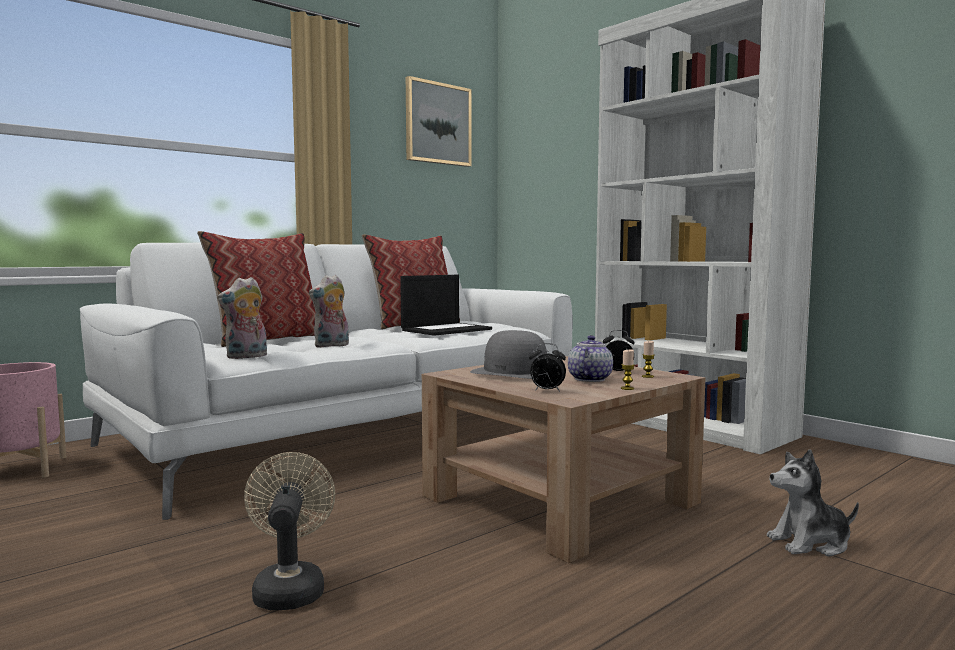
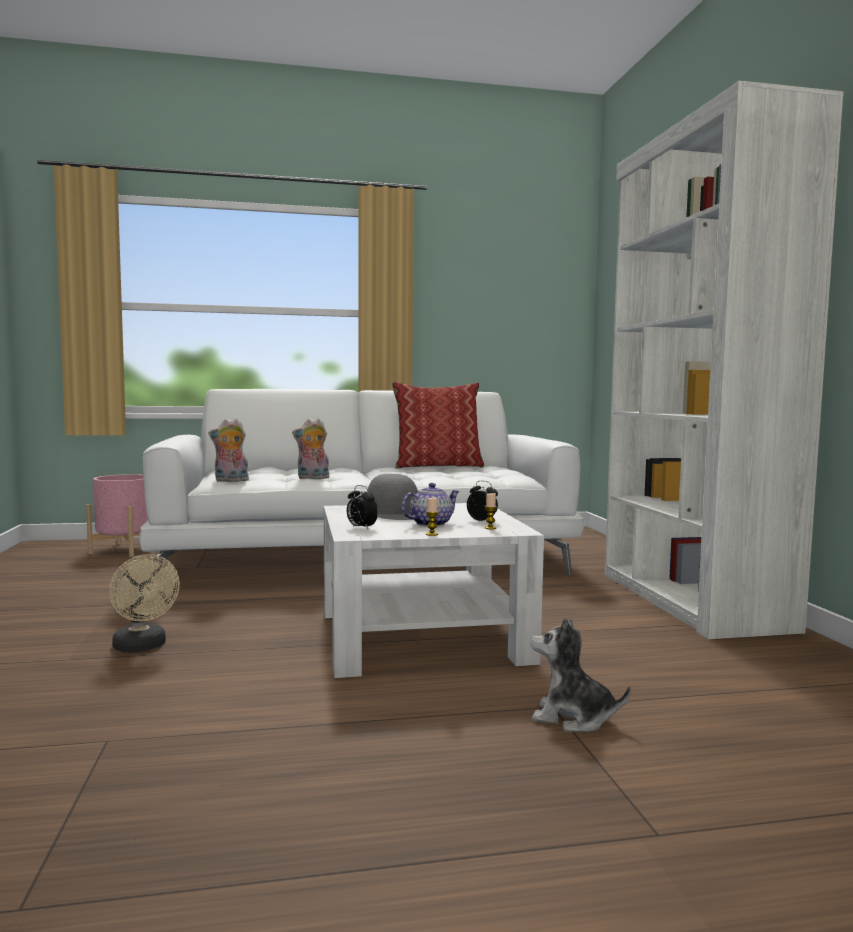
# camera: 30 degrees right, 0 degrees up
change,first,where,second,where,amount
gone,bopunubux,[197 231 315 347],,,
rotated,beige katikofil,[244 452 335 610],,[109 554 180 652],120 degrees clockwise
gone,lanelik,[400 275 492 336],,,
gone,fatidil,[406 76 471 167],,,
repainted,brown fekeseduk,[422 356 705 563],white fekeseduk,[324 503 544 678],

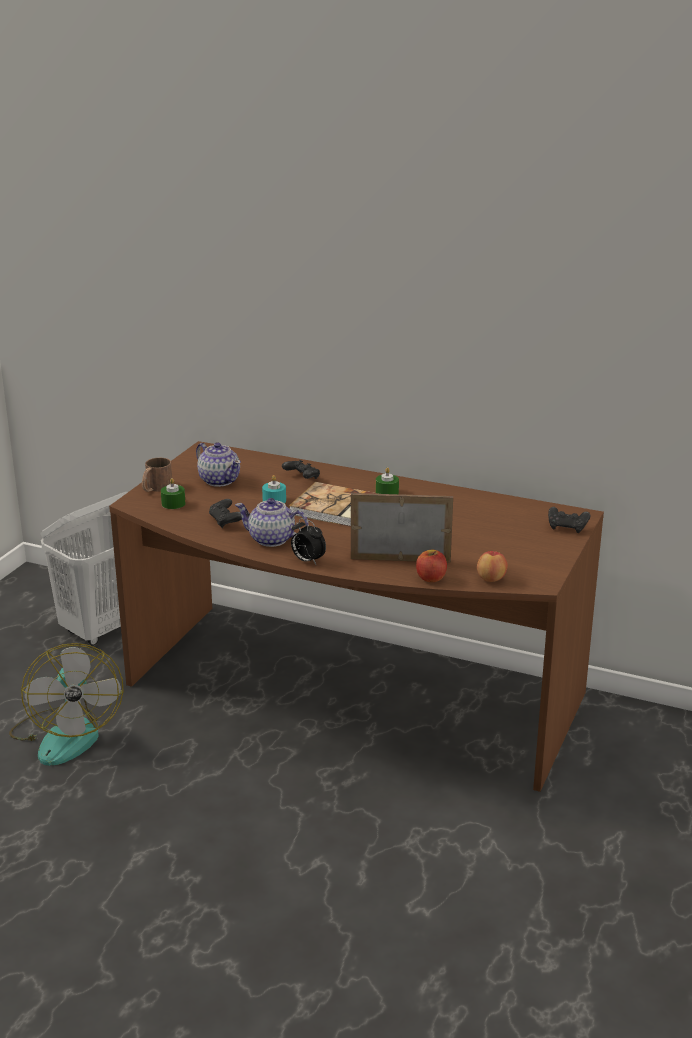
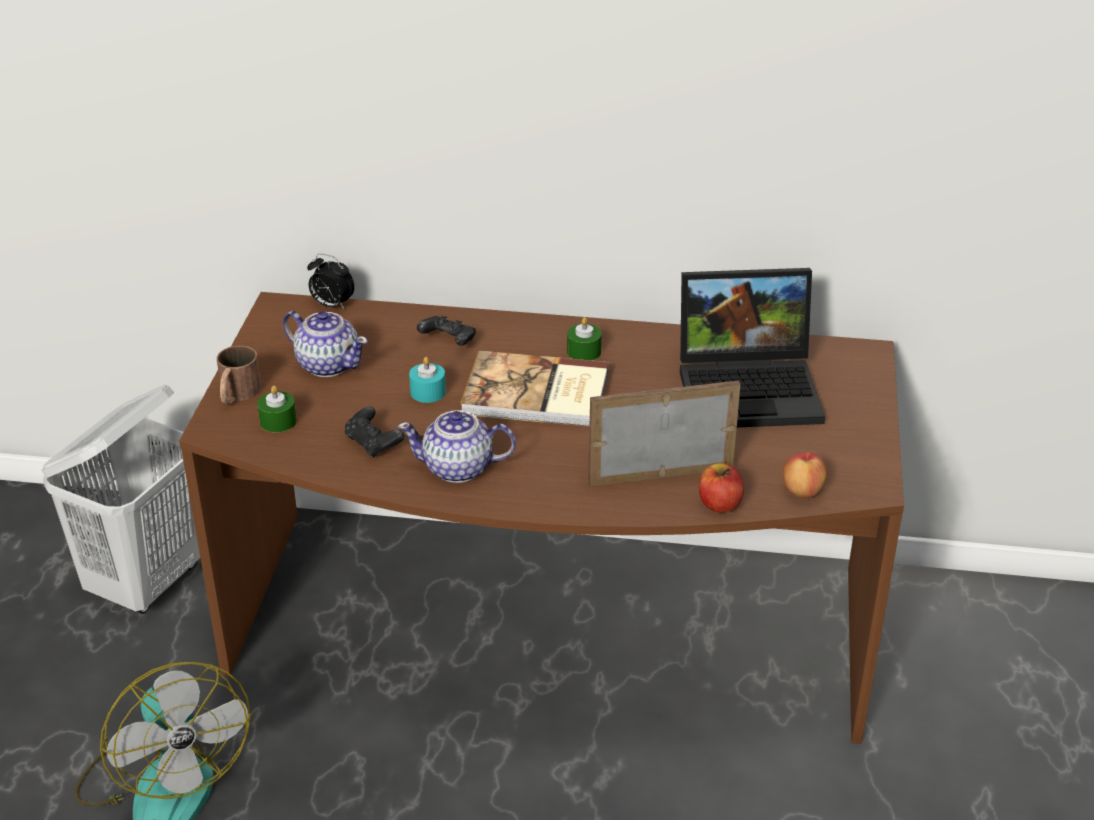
# camera: 15 degrees left, 10 degrees up
change,first,where,second,where,amount
shifted,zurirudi,[291 518 326 564],,[307 254 355 310],
gone,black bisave,[548 507 590 533],,,
new,,,lanelik,[680 268 825 427],

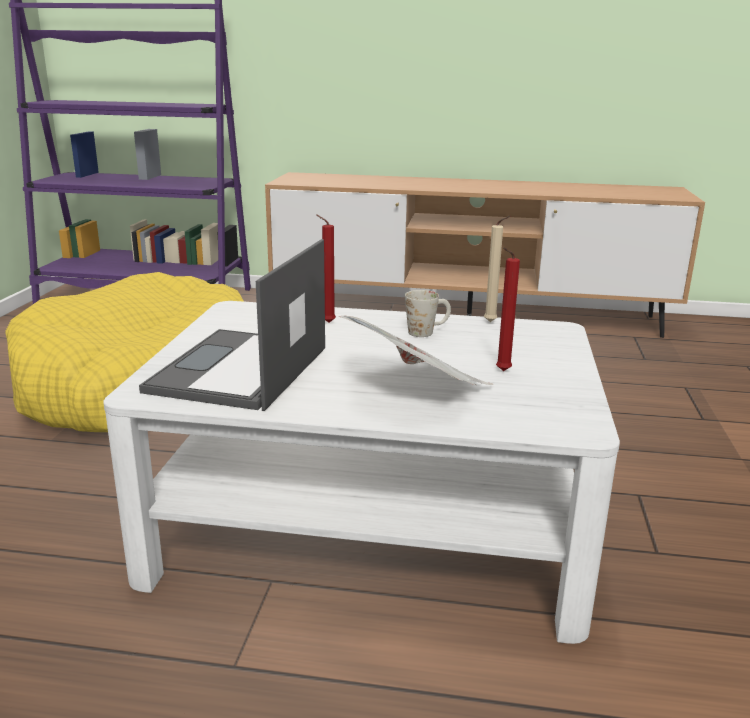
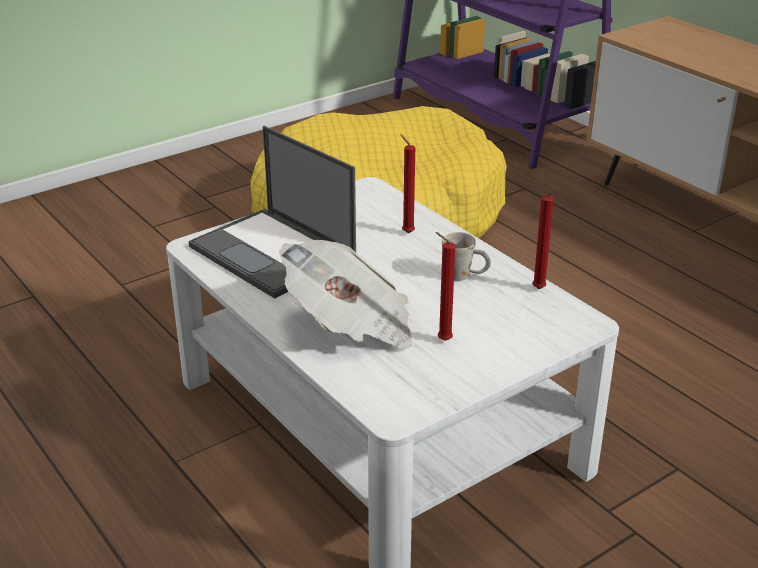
# camera: 45 degrees right, 10 degrees up
change,first,where,second,where,amount
rotated,lanelik,[139 239 325 411],,[188 126 356 299],105 degrees counterclockwise
repainted,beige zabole,[484 216 510 322],red zabole,[532 191 556 289],

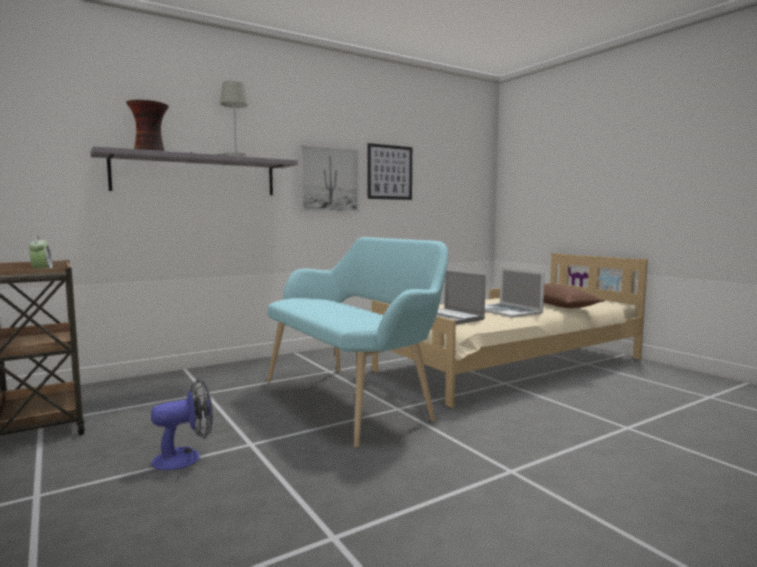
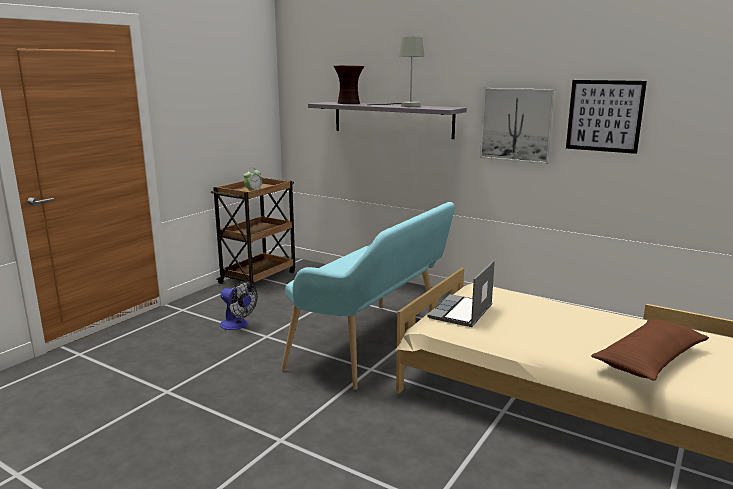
# camera: 65 degrees right, 10 degrees up
change,first,where,second,where,amount
gone,lanelik,[485 268 545 318],,,

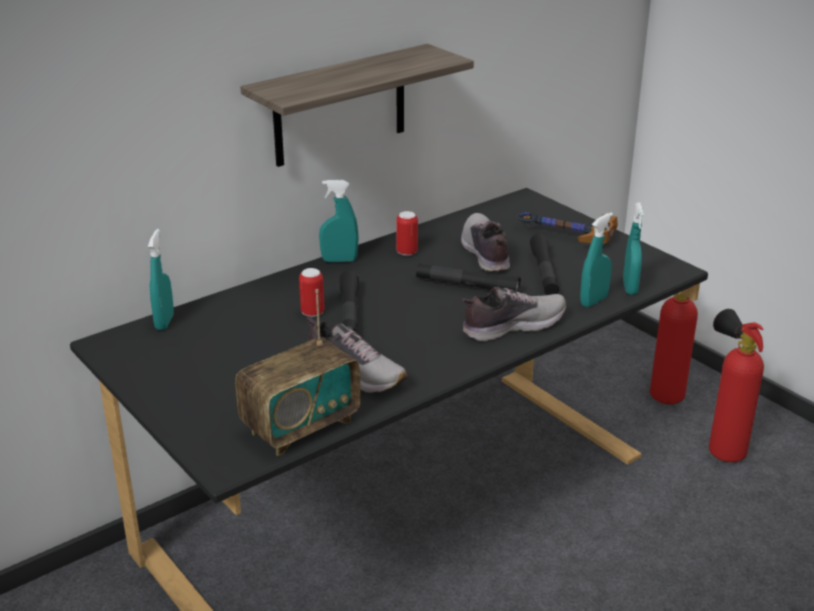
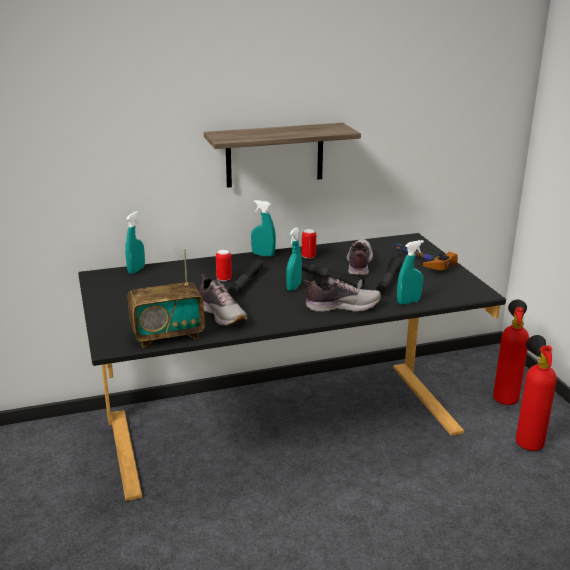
# camera: 20 degrees right, 5 degrees down
change,first,where,second,where,amount
shifted,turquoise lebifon,[623 203 644 295],,[286 227 302 291],

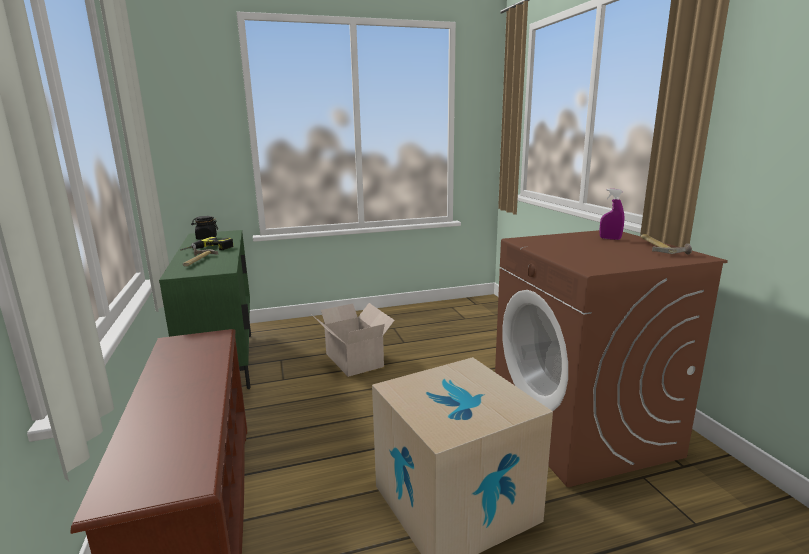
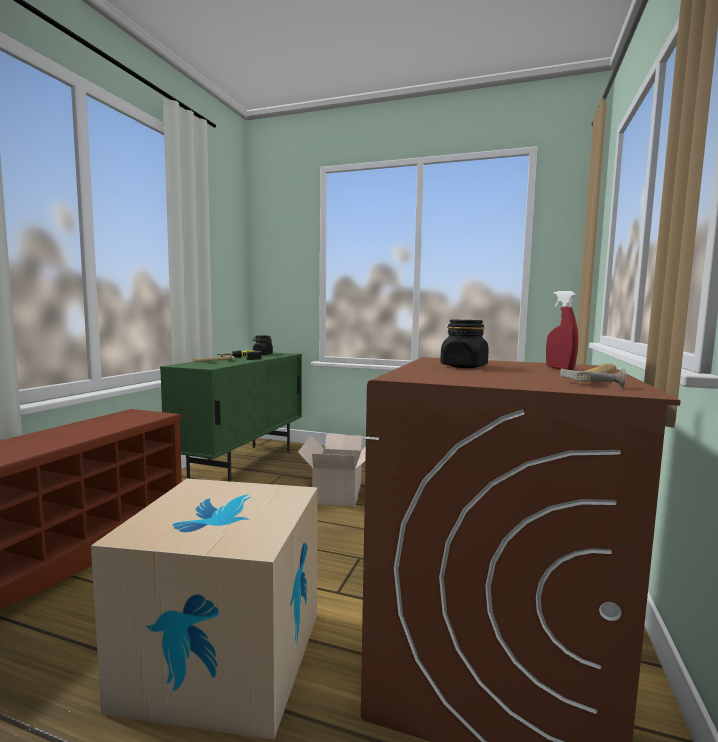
# camera: 35 degrees right, 10 degrees down
change,first,where,second,where,amount
repainted,purple lebifon,[599 189 624 240],red lebifon,[546 291 578 370],
new,,,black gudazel,[440 320 489 368],

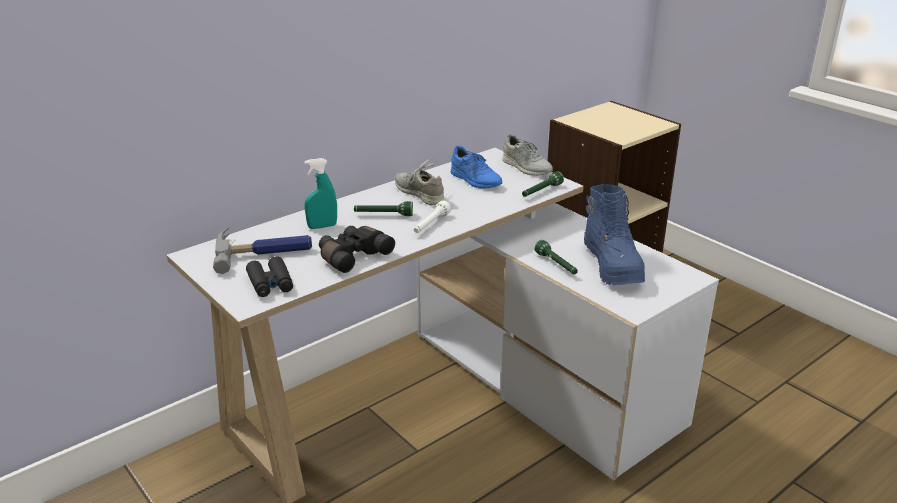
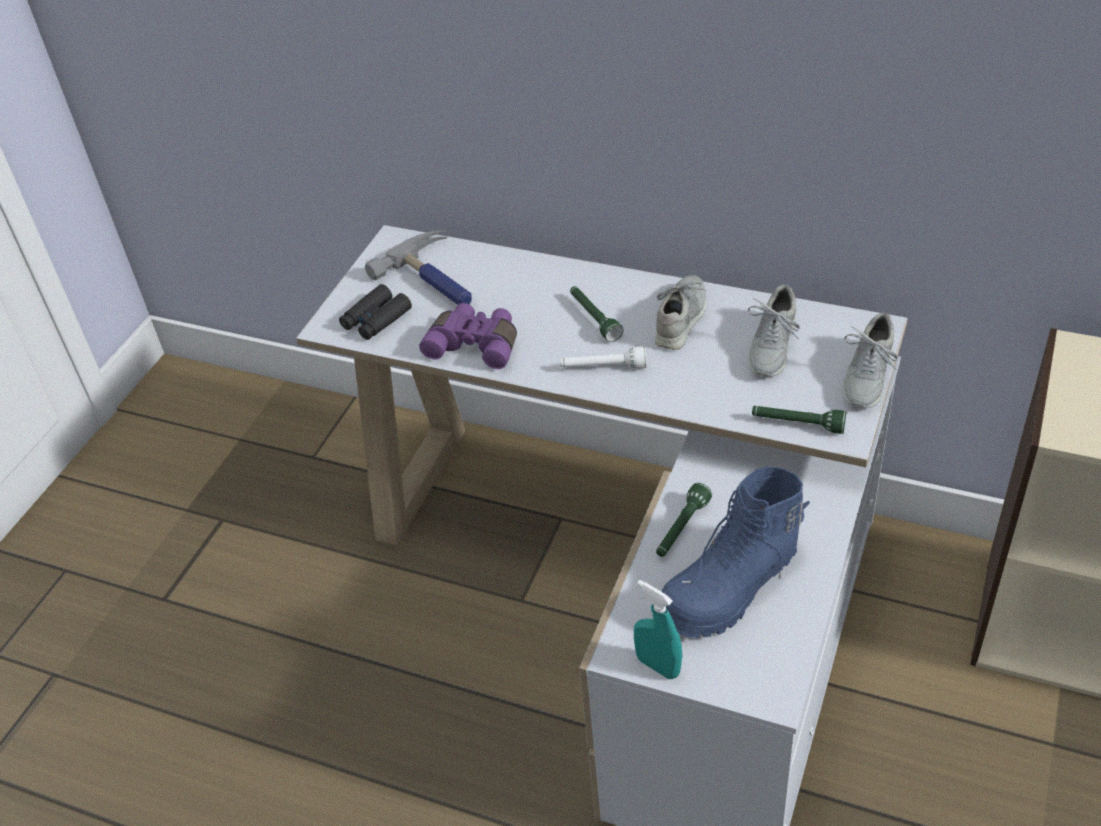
# camera: 65 degrees right, 15 degrees up
change,first,where,second,where,amount
shifted,turquoise lebifon,[304 158 337 229],,[634 580 682 679],
repainted,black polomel,[319 226 395 273],purple polomel,[419 303 517 369],
repainted,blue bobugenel,[451 146 502 189],grey bobugenel,[748 285 800 376],

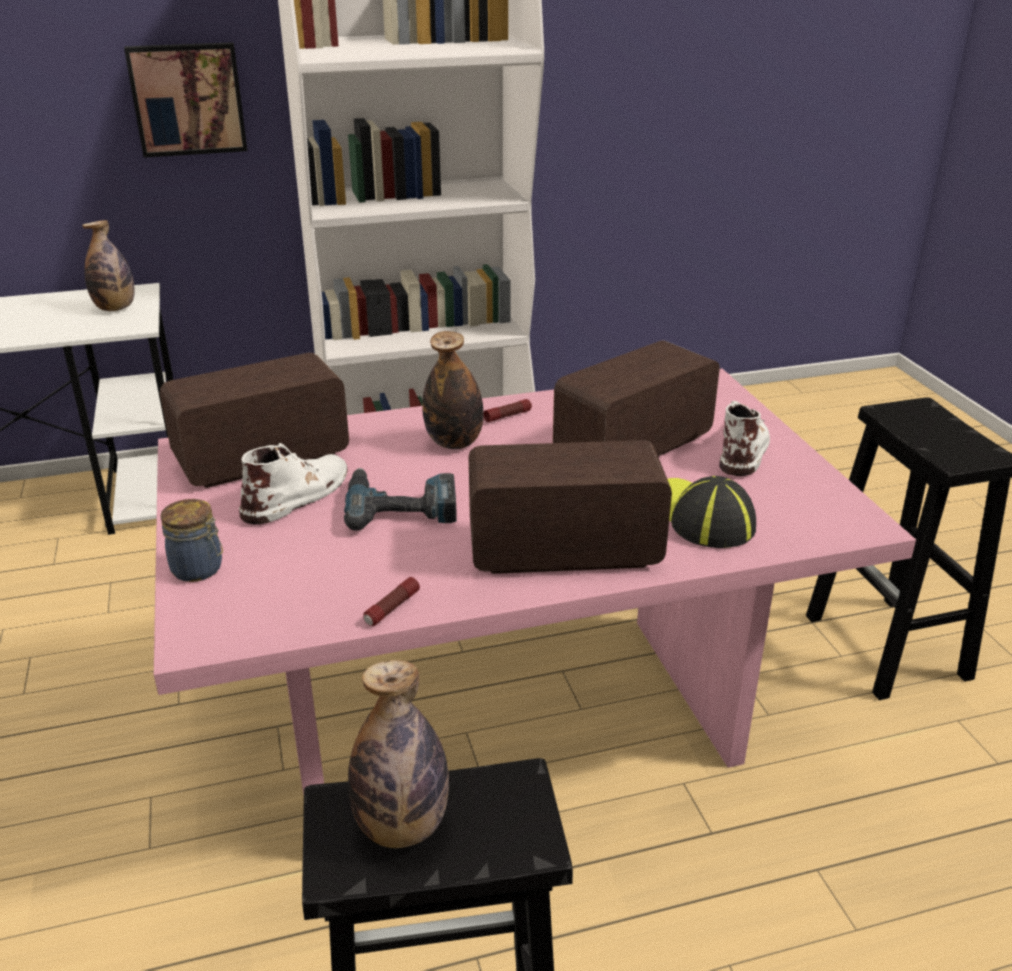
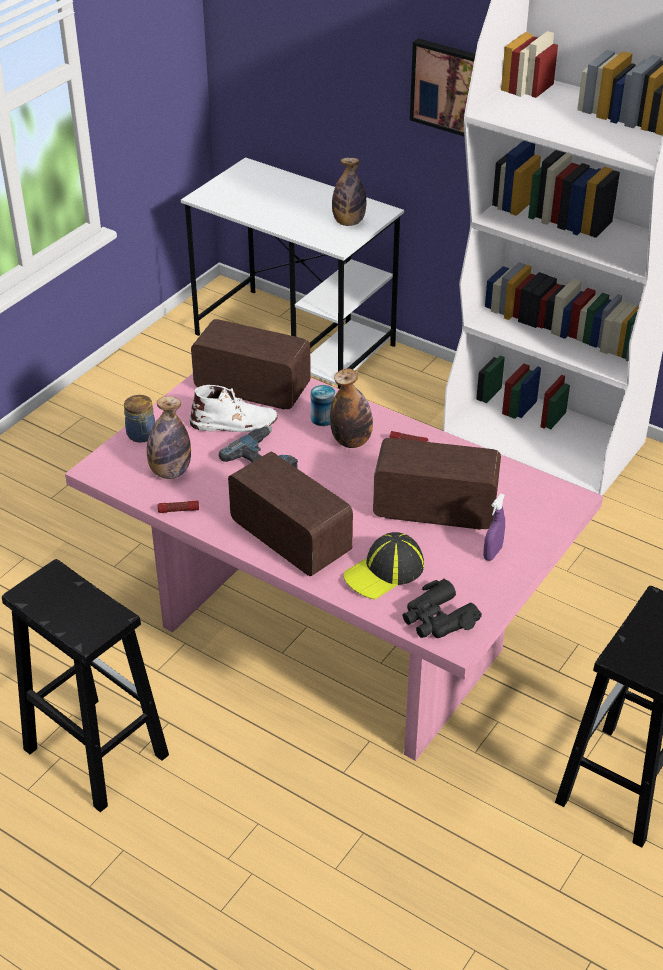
# camera: 50 degrees right, 10 degrees up
change,first,where,second,where,amount
shifted,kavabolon,[348 660 449 848],,[147 396 191 479],
rotated,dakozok,[667 476 756 548],,[343 532 424 600],150 degrees counterclockwise
swapped,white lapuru,[719 401 770 476],purple lebifon,[483 493 505 561],
new,,,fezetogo,[311 385 336 426],
new,,,black polomel,[403 579 482 638],

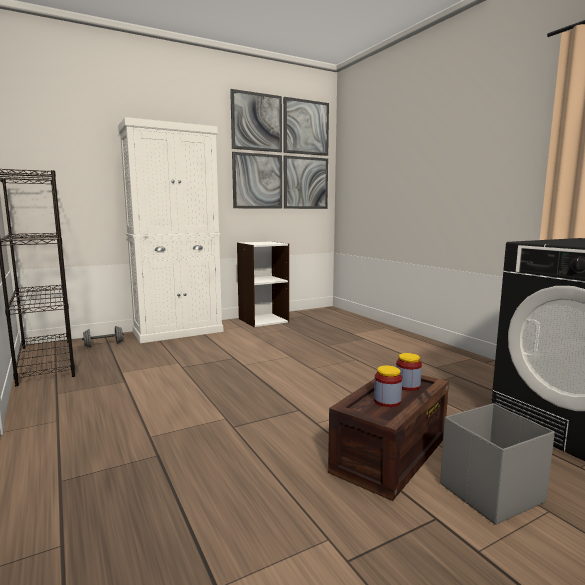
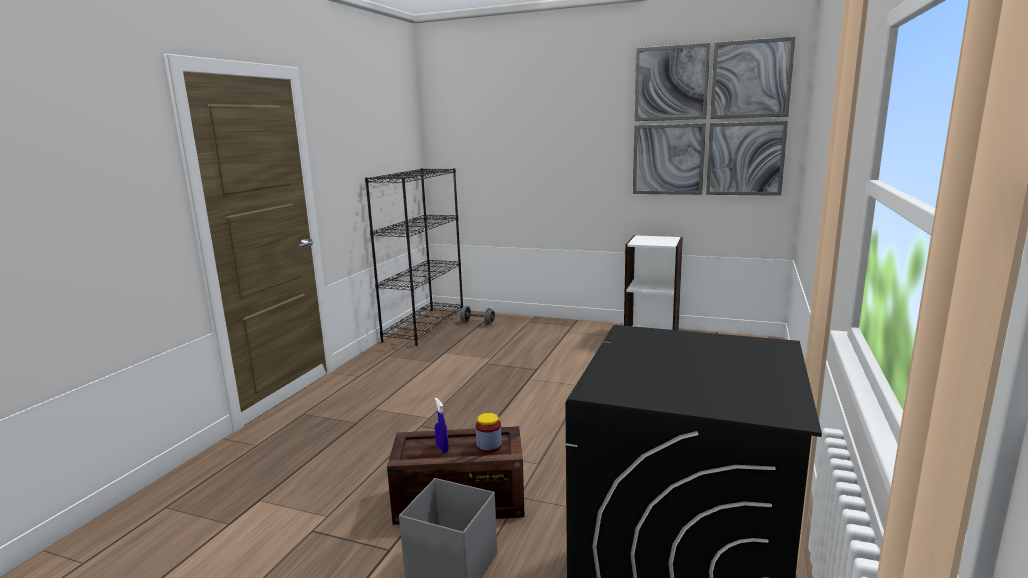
# camera: 50 degrees right, 5 degrees up
change,first,where,second,where,amount
gone,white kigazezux,[118 117 224 343],,,
swapped,gudazel,[374 366 402 407],blue lebifon,[435 398 449 453],

